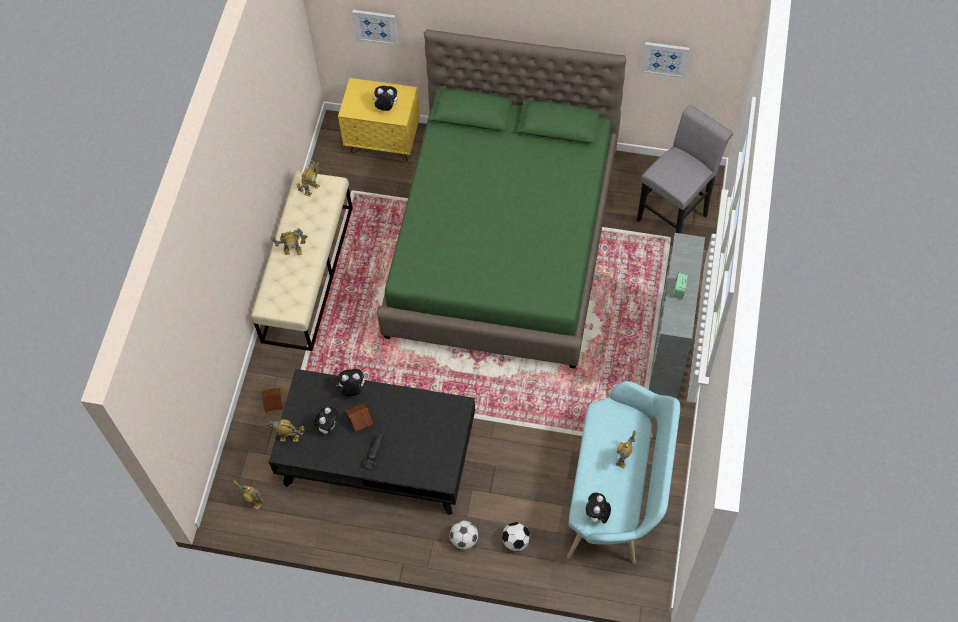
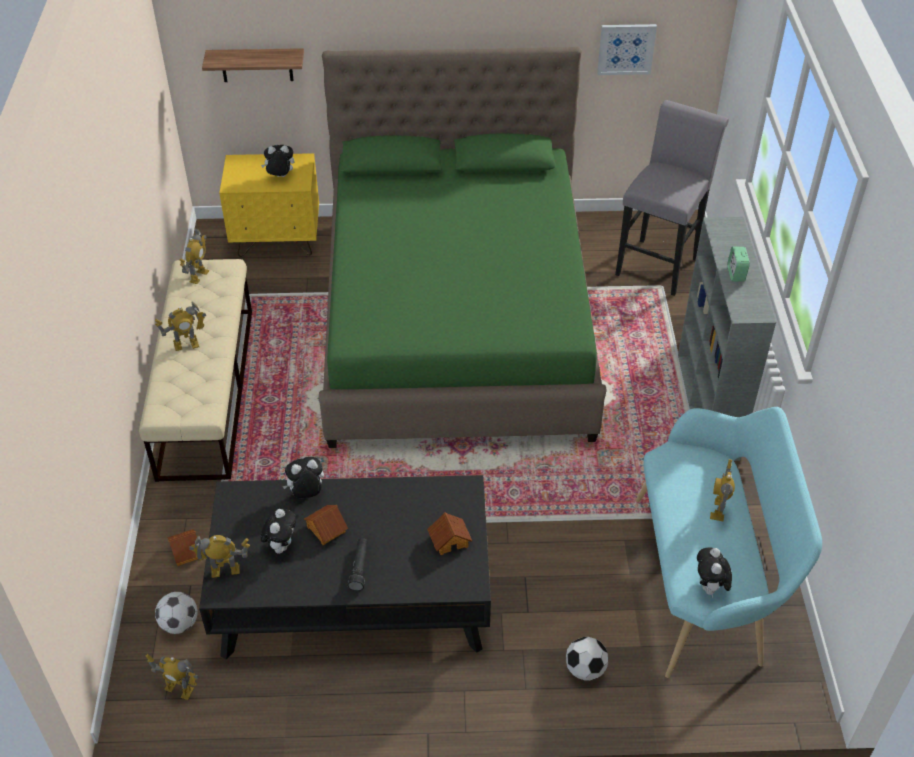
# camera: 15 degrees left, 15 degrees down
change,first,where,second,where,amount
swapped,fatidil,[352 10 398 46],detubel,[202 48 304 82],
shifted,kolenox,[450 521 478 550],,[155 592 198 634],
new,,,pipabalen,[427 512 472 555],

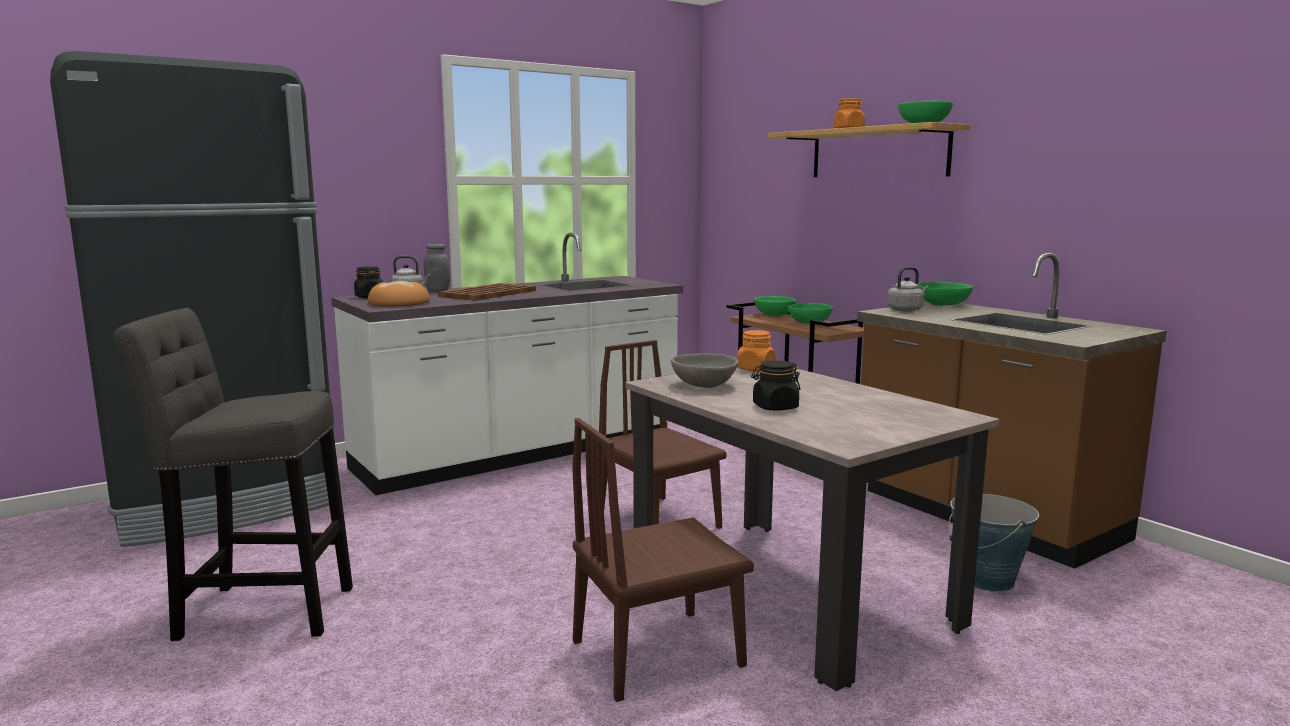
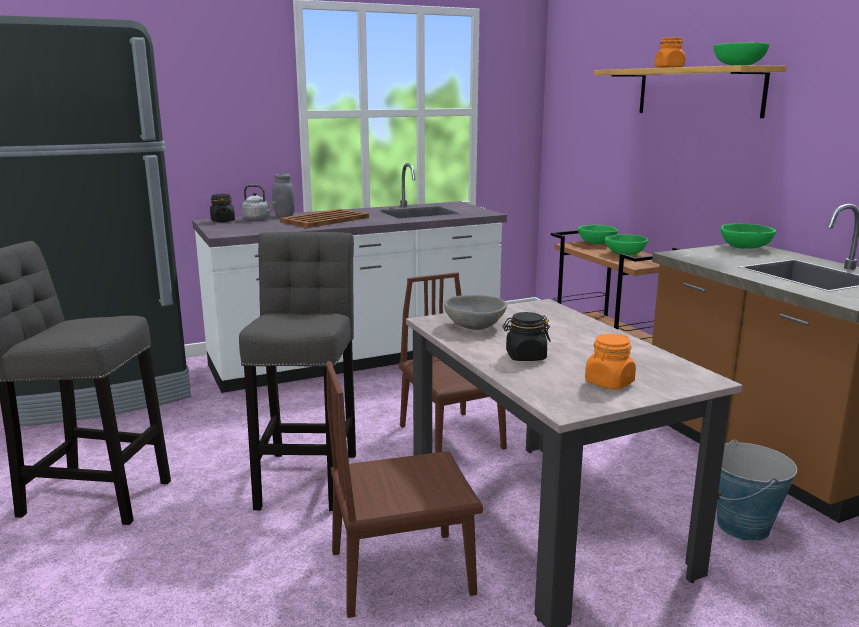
# camera: 10 degrees right, 5 degrees up
change,first,where,second,where,amount
gone,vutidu,[368 281 430 306],,,
shifted,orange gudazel,[737 330 776 371],,[585 334 636 390],
gone,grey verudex,[887 267 929 312],,,
new,,,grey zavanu,[239 232 356 511],

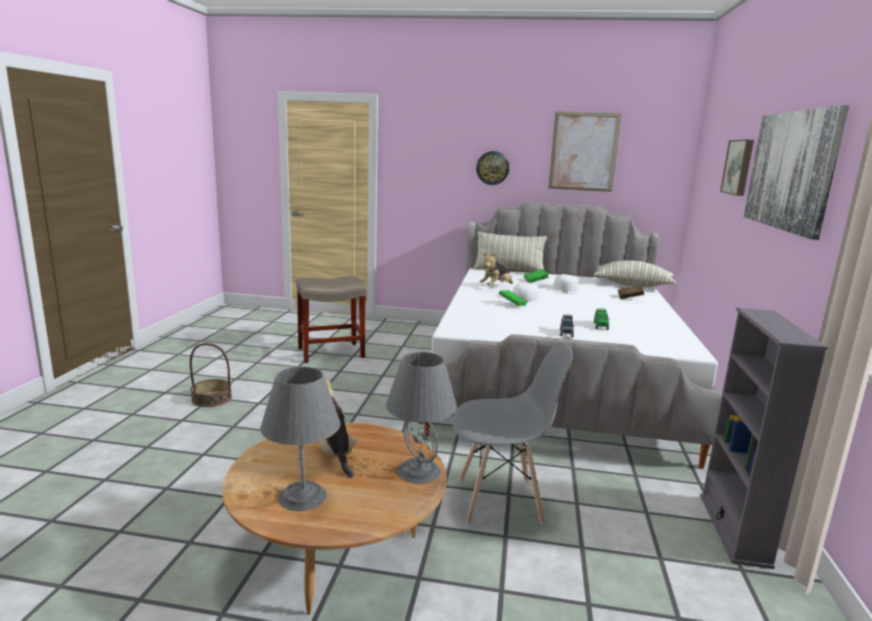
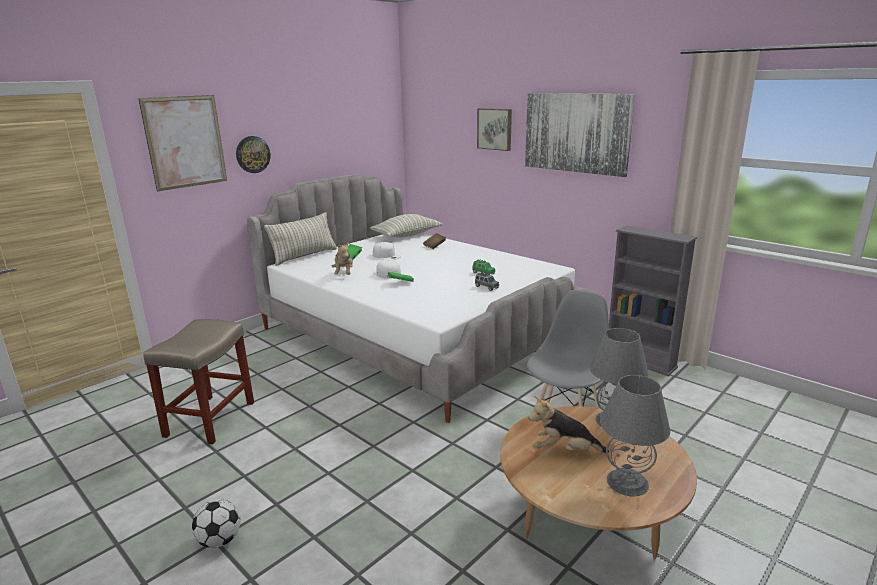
# camera: 55 degrees left, 5 degrees up
change,first,where,second,where,amount
swapped,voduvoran,[190 343 232 407],kolenox,[192 499 240 548],
shifted,fatidil,[549 112 621 192],,[138 95 227 191],

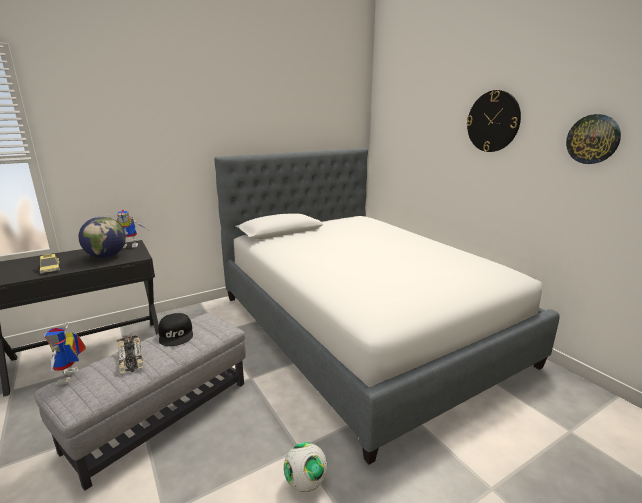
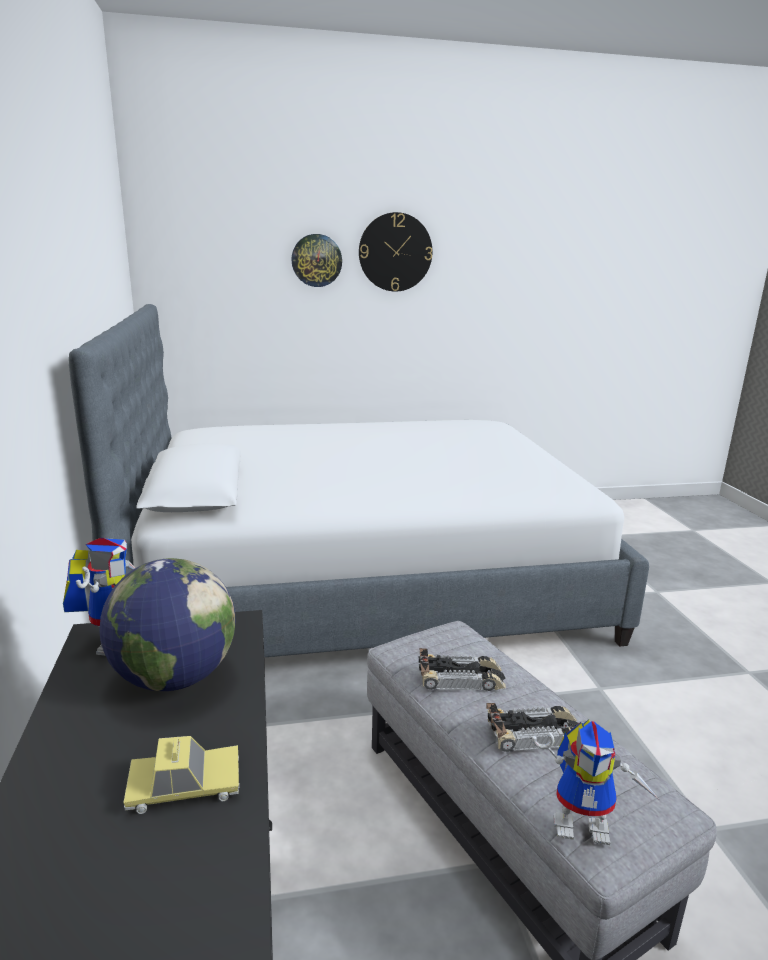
# camera: 70 degrees left, 0 degrees up
change,first,where,second,where,amount
swapped,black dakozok,[158 313 193 346],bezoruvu,[418 648 506 691],
gone,kolenox,[284 442 327 492],,,
shifted,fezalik,[566 114 621 164],,[291 234 342 287],

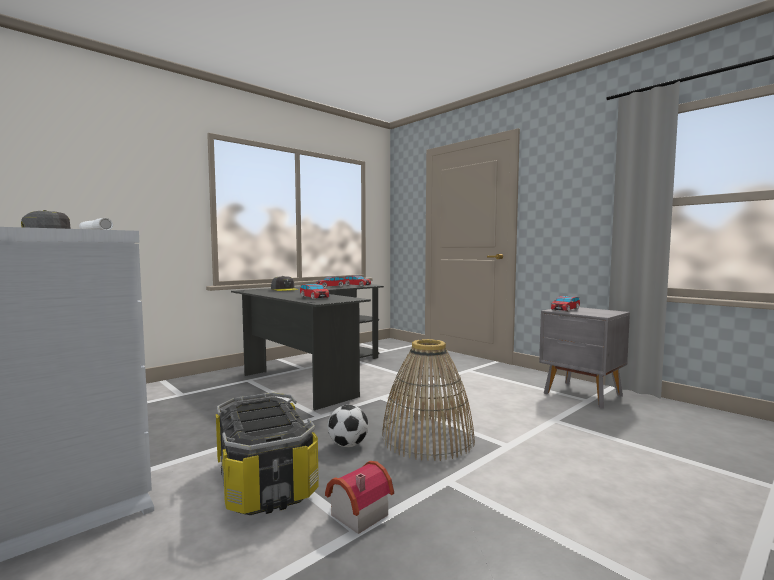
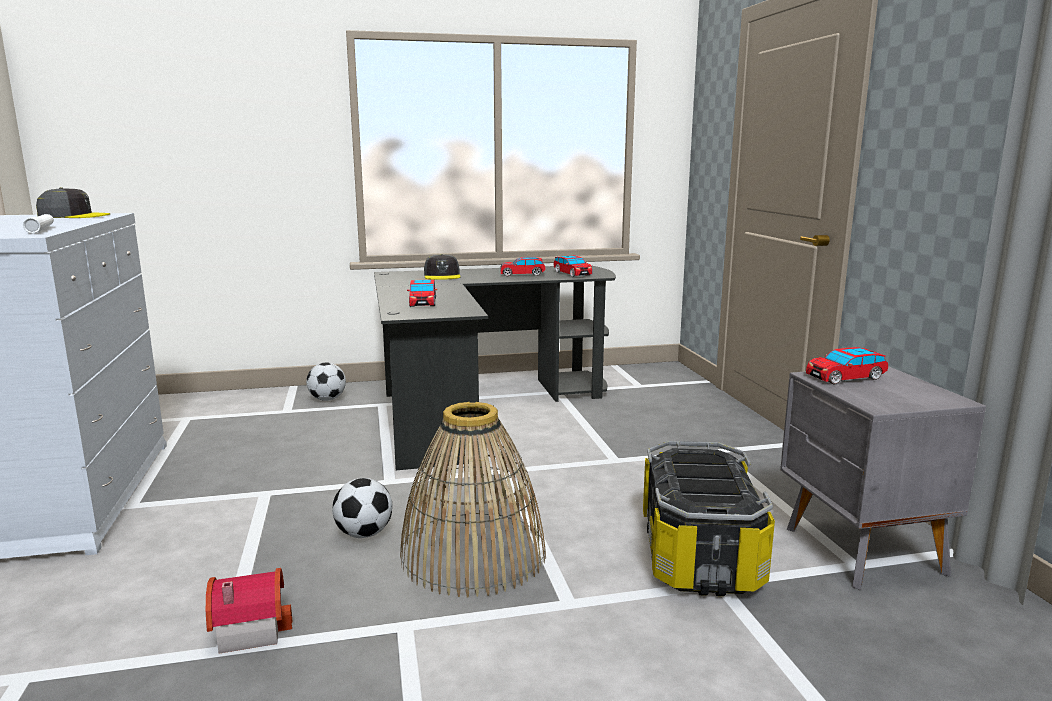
# camera: 30 degrees right, 10 degrees up
change,first,where,second,where,amount
shifted,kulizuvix,[216 392 319 515],,[643 441 775 596],
new,,,kolenox,[306 363 346 401],

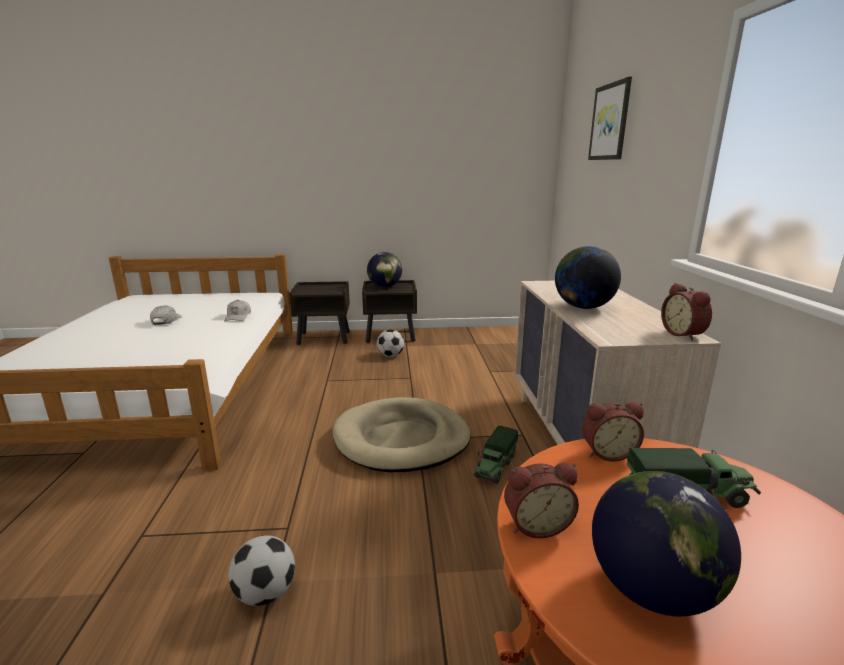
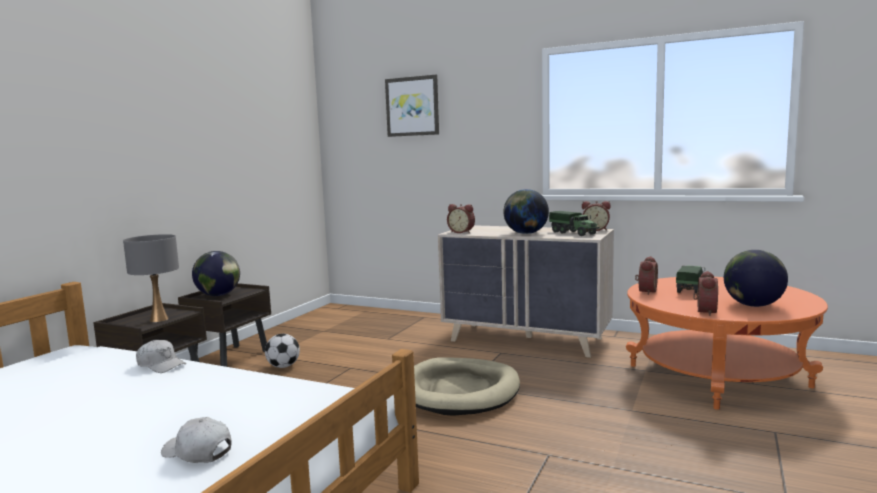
# camera: 60 degrees left, 10 degrees down
change,first,where,second,where,amount
shifted,white dakozok,[150 305 182 325],,[161 417 232 463],
gone,kolenox,[228 535 295 606],,,
shifted,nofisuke,[473 426 518 484],,[549 211 600 236],
new,,,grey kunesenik,[123 234 179 322],
new,,,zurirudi,[447 204 475 233],

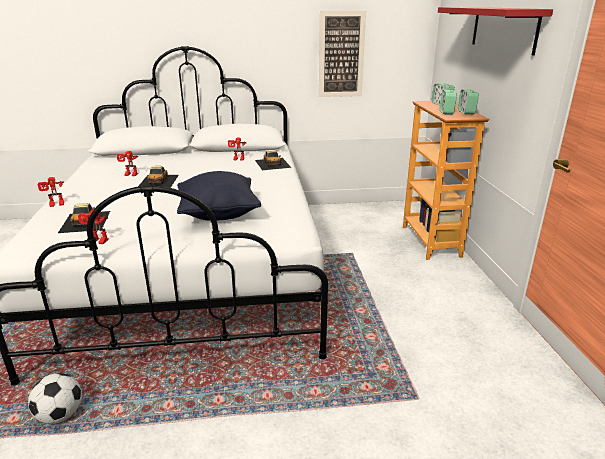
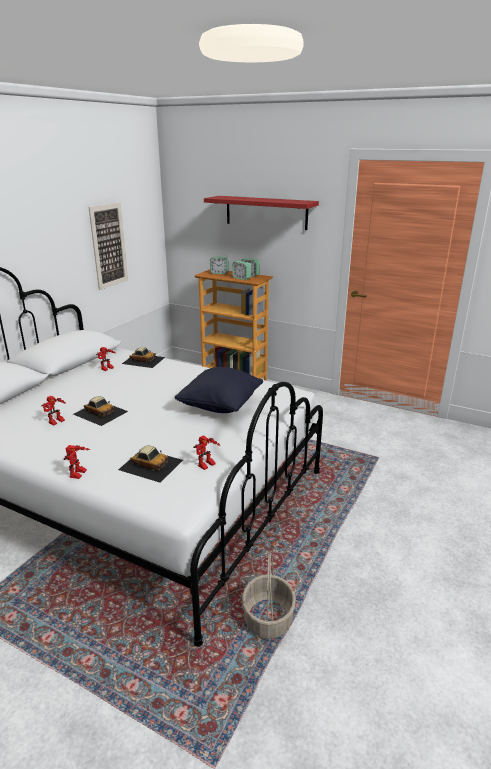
# camera: 55 degrees left, 0 degrees up
change,first,where,second,where,amount
swapped,kolenox,[28 373 82 424],voduvoran,[242 553 296 639],

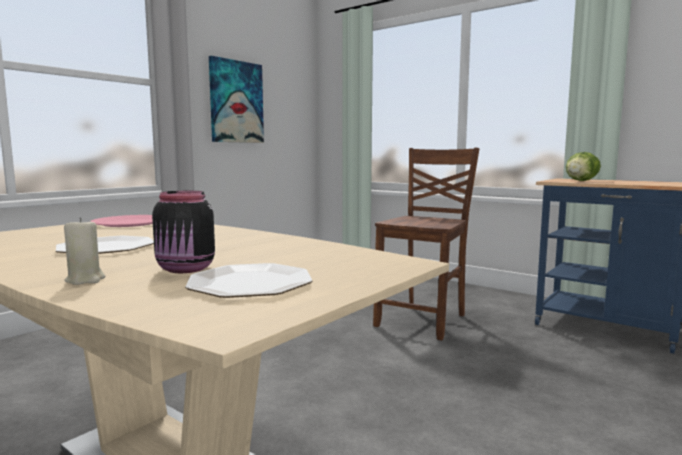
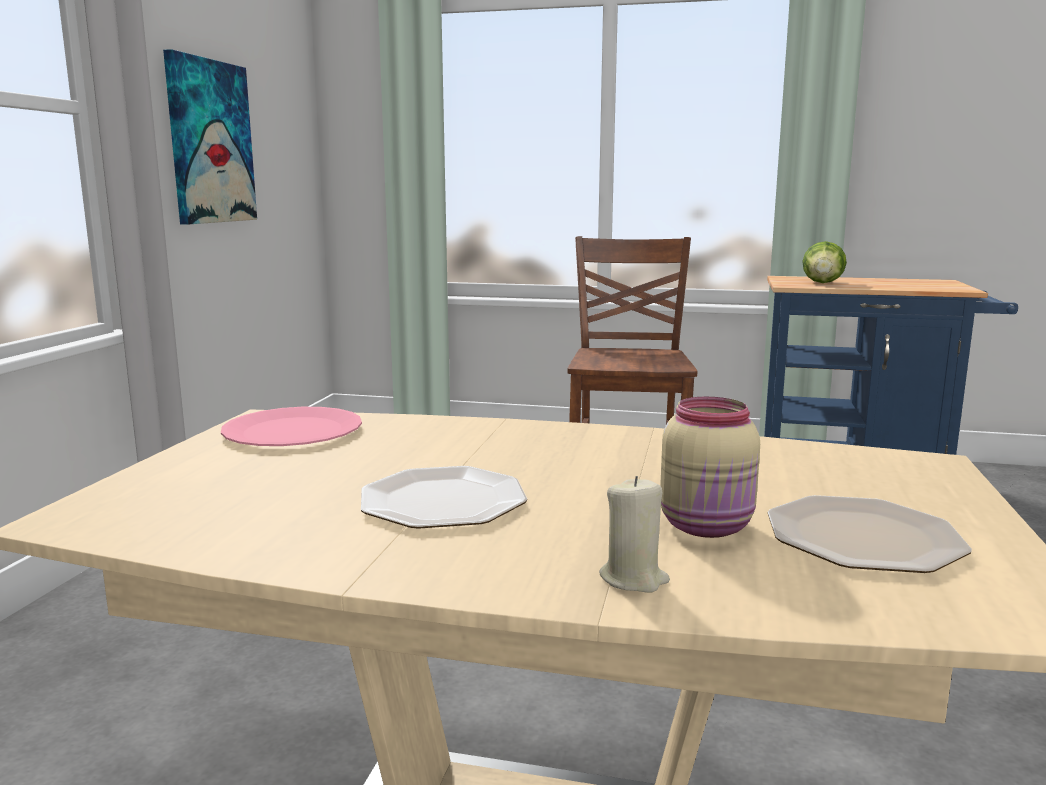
# camera: 25 degrees left, 5 degrees up
change,first,where,second,where,amount
repainted,black gudazel,[152 191 215 273],beige gudazel,[660 397 760 538],

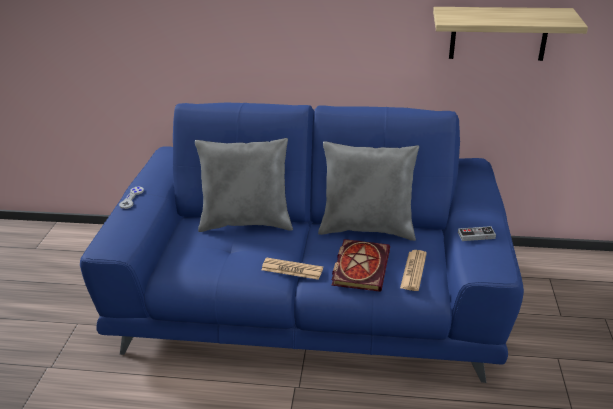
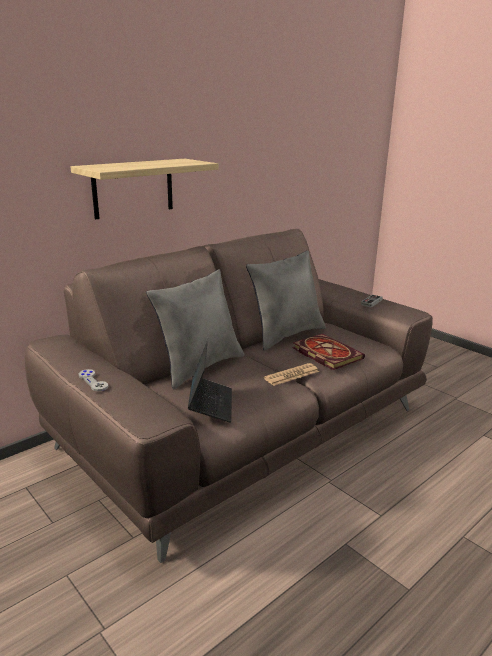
# camera: 50 degrees left, 10 degrees down
change,first,where,second,where,amount
repainted,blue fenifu,[80 103 524 383],brown fenifu,[25 229 433 563],
gone,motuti,[400 250 427 291],,,
shifted,detubel,[433 7 588 61],,[71 159 218 220],
new,,,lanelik,[188 341 232 423],

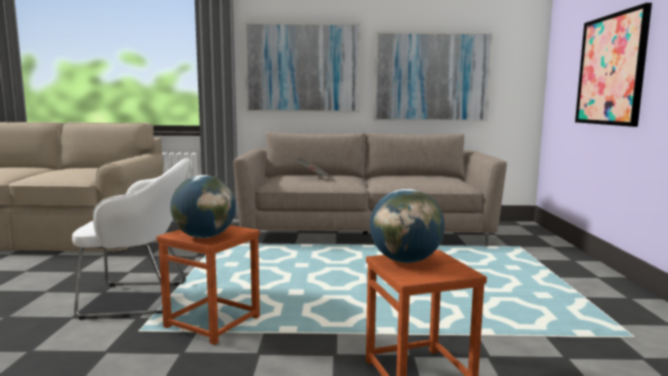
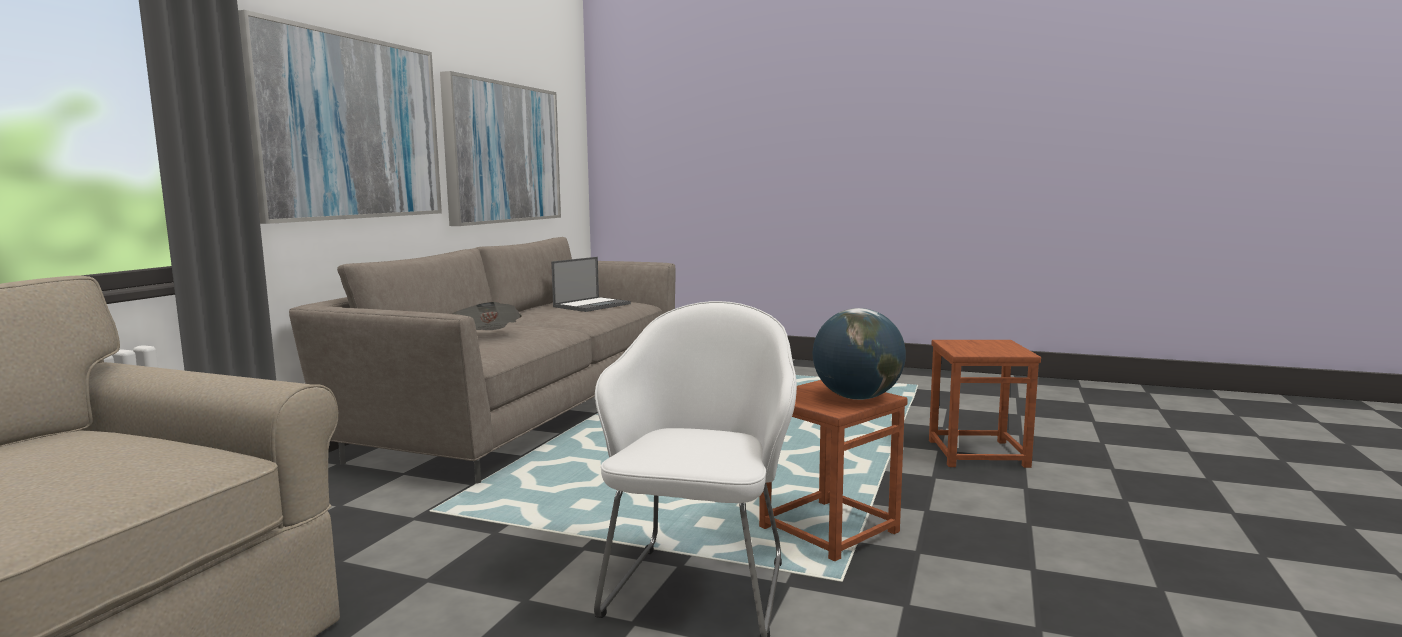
# camera: 70 degrees left, 0 degrees up
change,first,where,second,where,amount
gone,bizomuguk,[370 189 445 263],,,
gone,fatidil,[575 3 652 127],,,
new,,,lanelik,[551 257 631 312],

